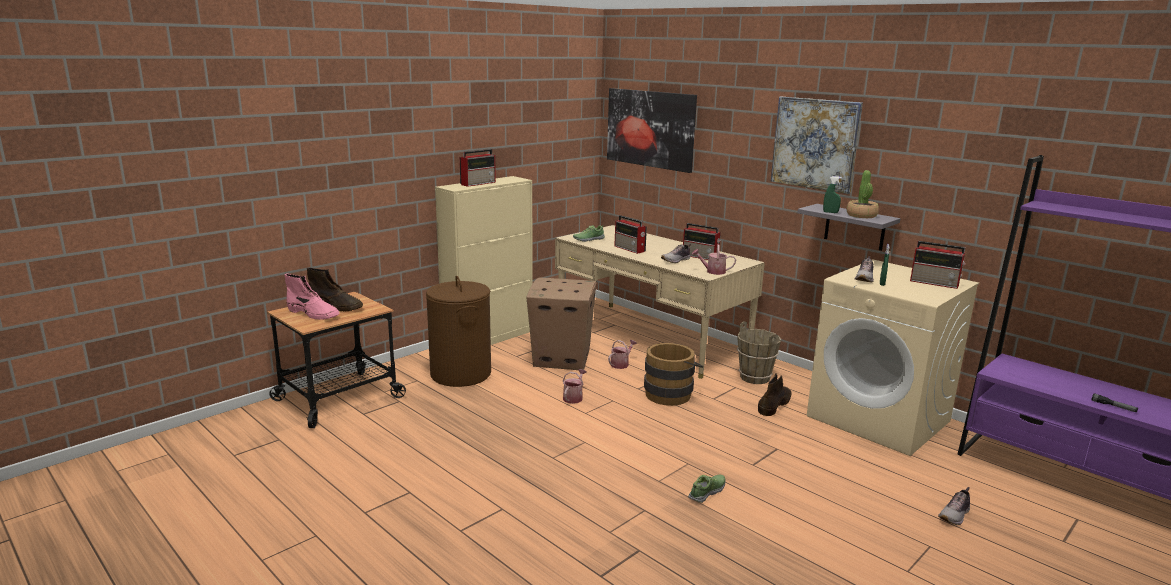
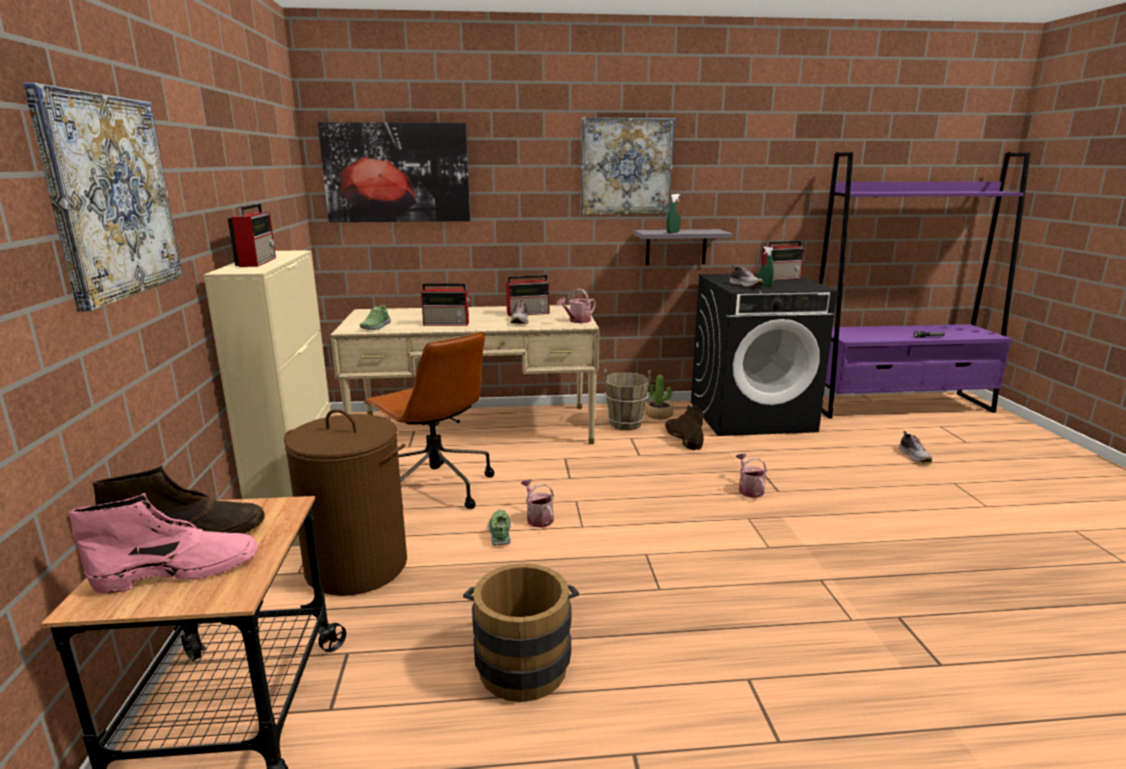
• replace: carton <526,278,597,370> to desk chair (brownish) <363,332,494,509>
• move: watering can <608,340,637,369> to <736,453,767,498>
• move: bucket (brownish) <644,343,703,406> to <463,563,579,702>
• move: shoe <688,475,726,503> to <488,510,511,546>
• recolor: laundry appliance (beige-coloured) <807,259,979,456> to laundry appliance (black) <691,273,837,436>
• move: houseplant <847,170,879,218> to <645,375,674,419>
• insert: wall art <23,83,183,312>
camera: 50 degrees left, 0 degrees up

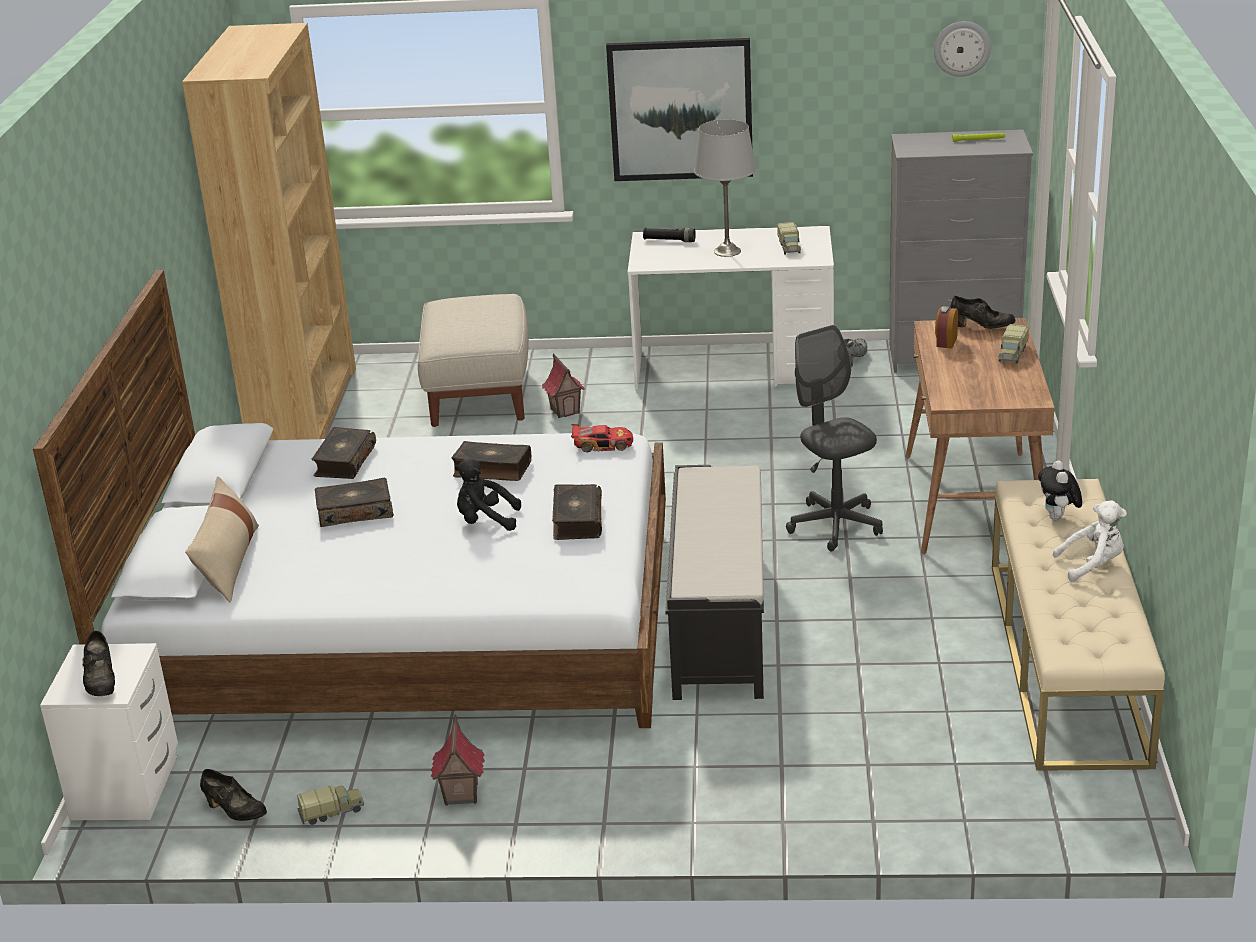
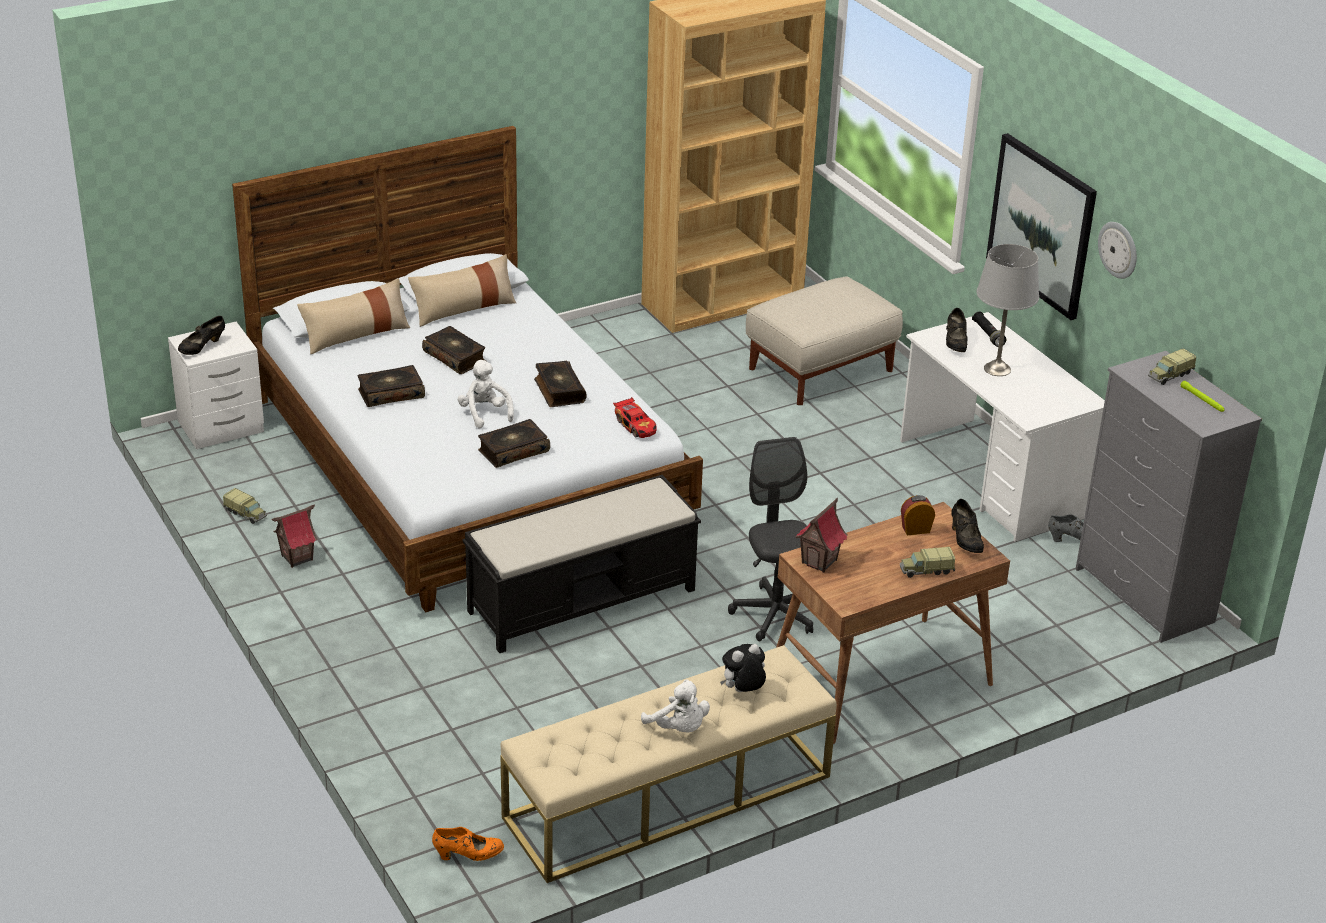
• move: shoe (black) <200,769,267,821> to <946,308,967,352>
• move: bound book <312,427,376,479> to <357,365,425,407>
• recolor: cuddly toy (black) <454,458,521,531> to cuddly toy (whitish) <458,360,514,429>
• move: toy house <542,353,585,418> to <796,498,848,572>
• move: toy lorry <777,222,801,255> to <1148,348,1196,385>
• rotate: desk chair (grey) <786,325,883,551> = <728,437,813,642> 45 degrees counterclockwise
• move: clock on the wall <934,21,991,77> to <1098,222,1137,279>
• insert: throw pillow (beige-coloured) <408,254,516,327>
• insert: shoe (orangey) <432,827,504,861>
camera: 55 degrees right, 5 degrees up

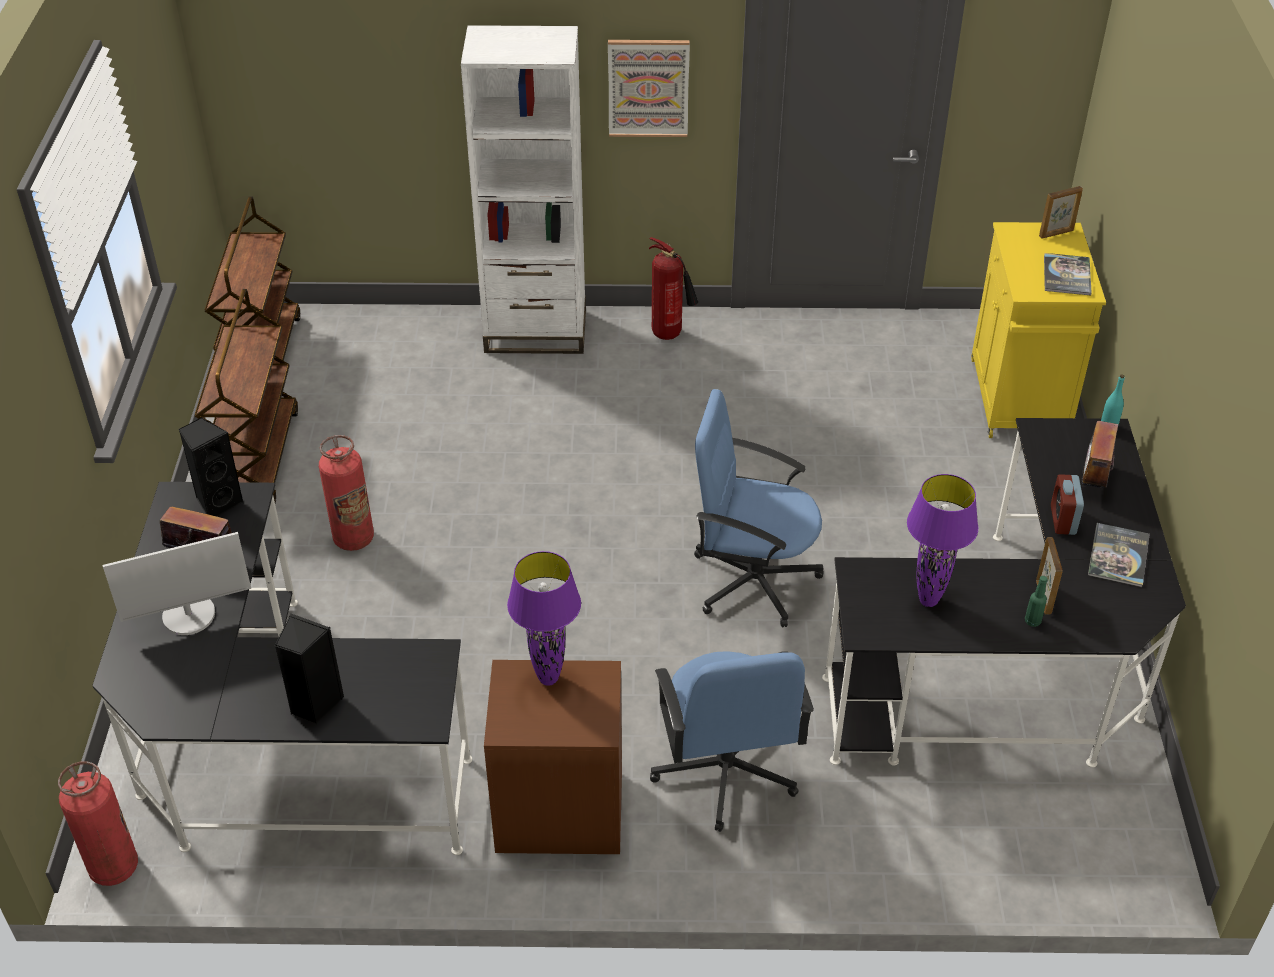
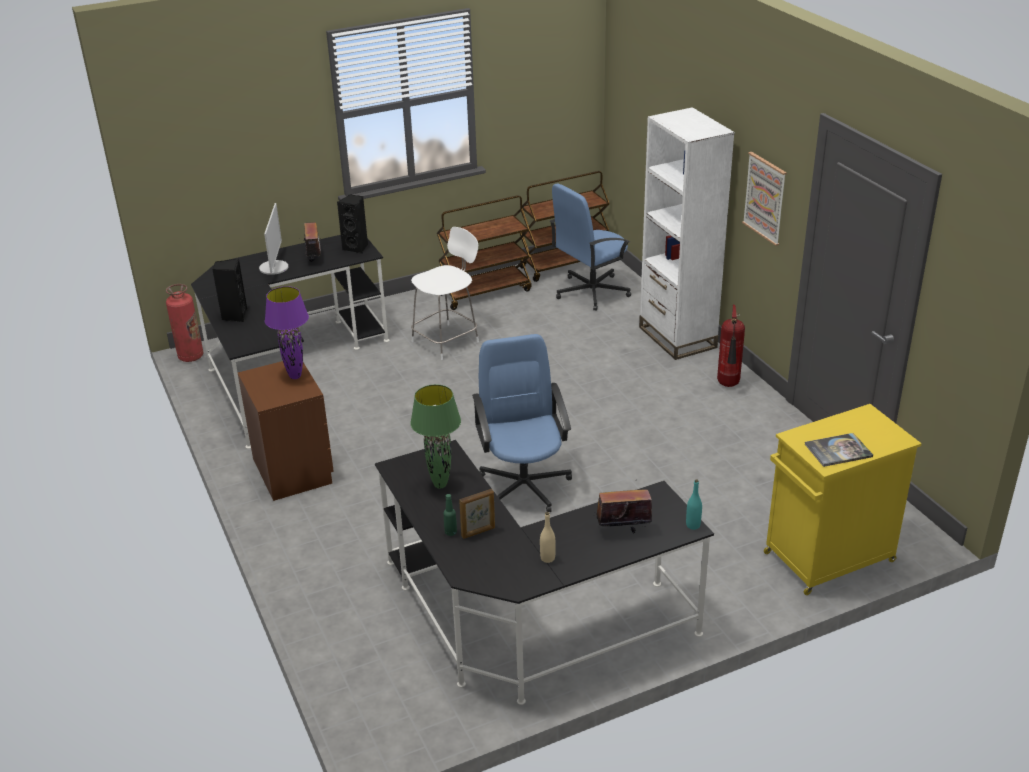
• rotate: monitor <103,532,251,635> = <259,203,288,275> 135 degrees counterclockwise
• replace: fire-fighting cylinder <319,435,374,551> to chair (whitish) <411,227,479,360>
• move: desk chair (blue) <650,651,814,832> to <550,184,631,311>
• recolor: lamp for a table (purple) <907,474,978,607> to lamp for a table (greenish) <410,384,461,489>
• delete: picture frame <1039,186,1083,239>
• delete: table clock <1051,474,1084,535>
• replace: bound book <1088,523,1150,587> to beverage bottle (beige-coloured) <540,512,556,563>
camera: 65 degrees right, 10 degrees down

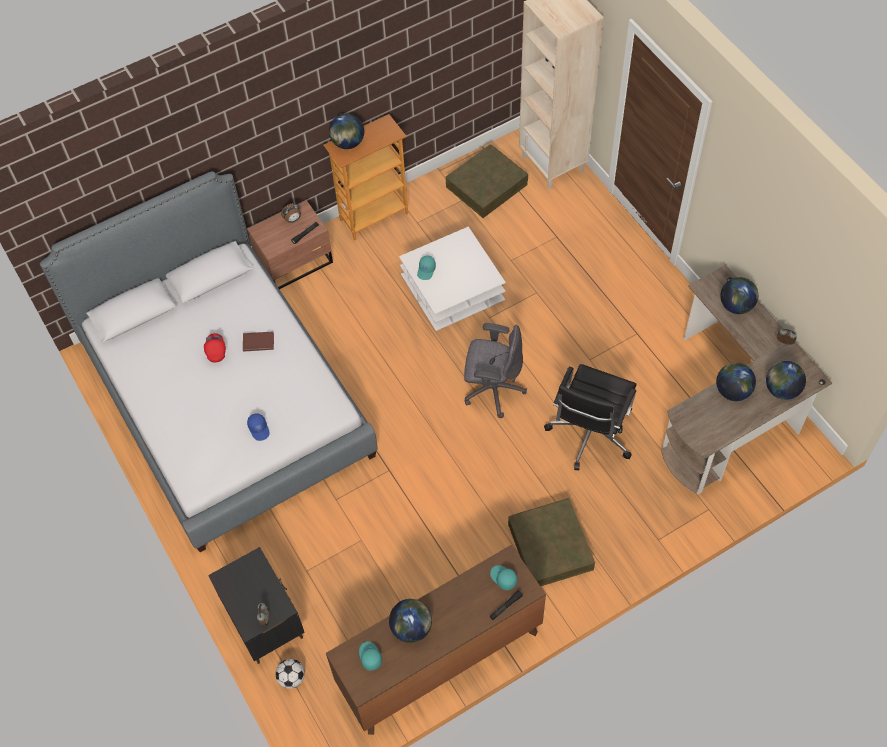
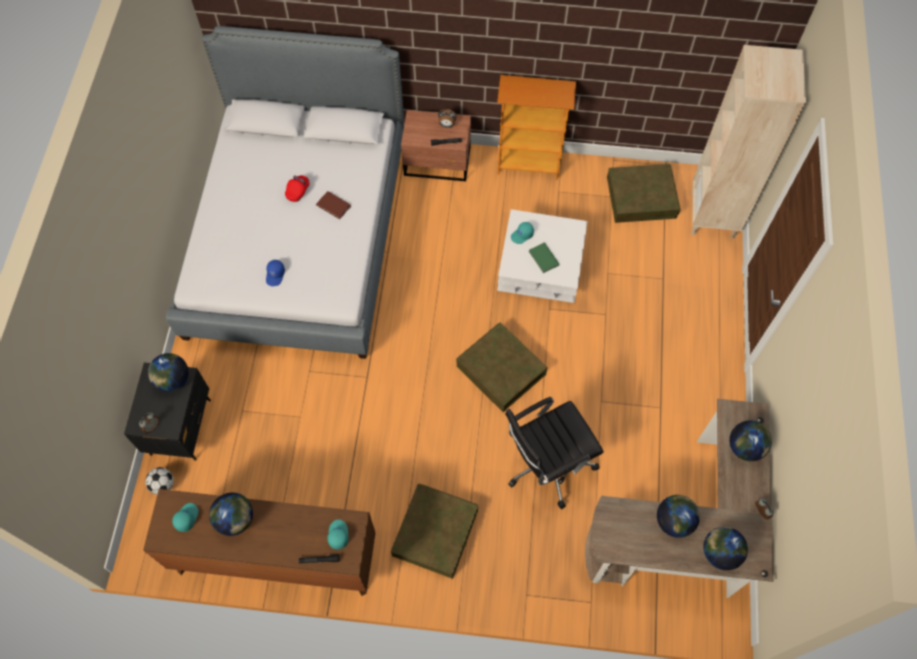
• move: world globe <329,113,364,149> to <148,353,188,392>
• replace: desk chair (grey) <464,323,527,418> to storage box (brownish) <456,323,548,412>
• insert: bound book (greenish) <529,242,560,273>
camera: 35 degrees right, 5 degrees up

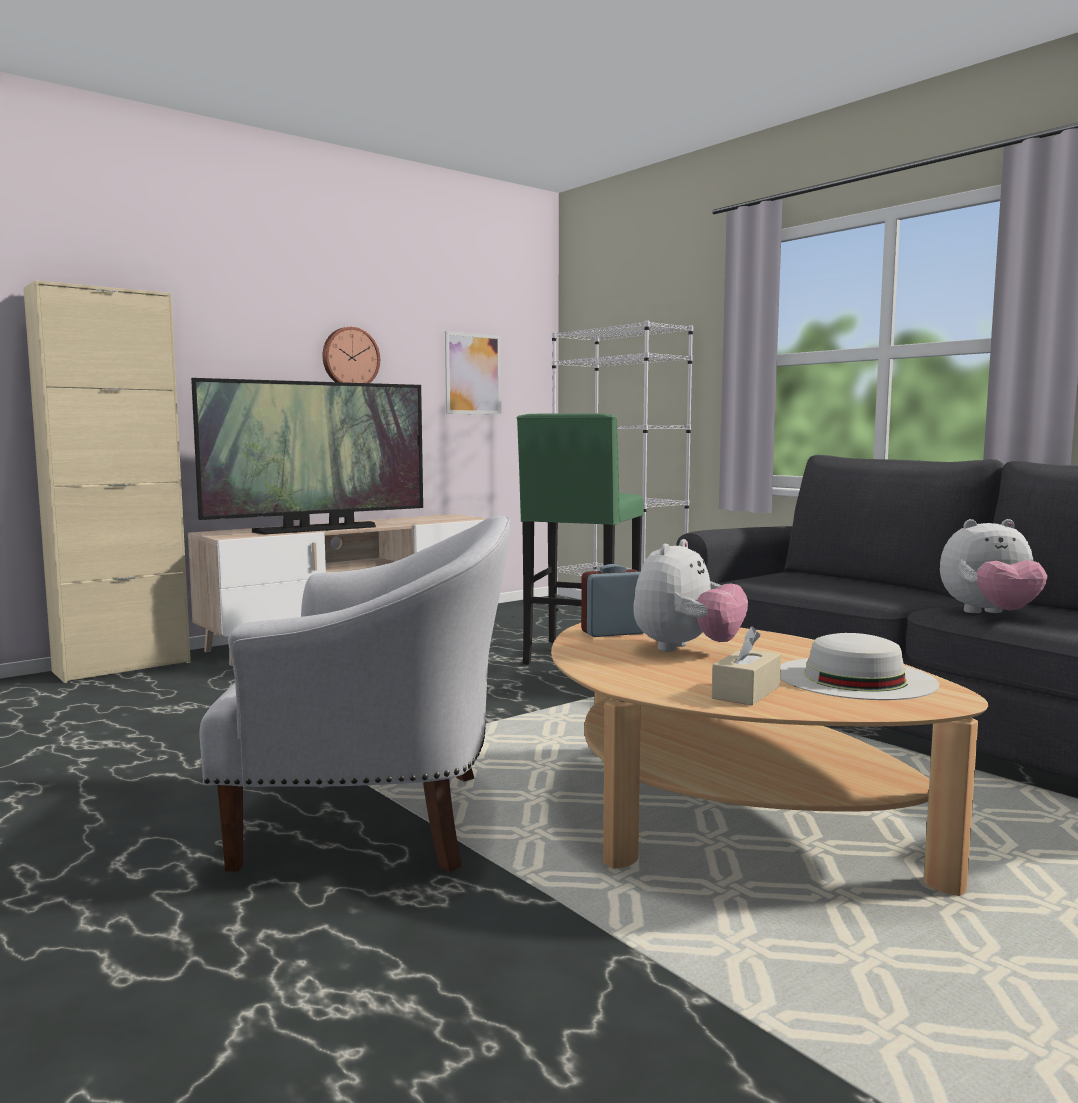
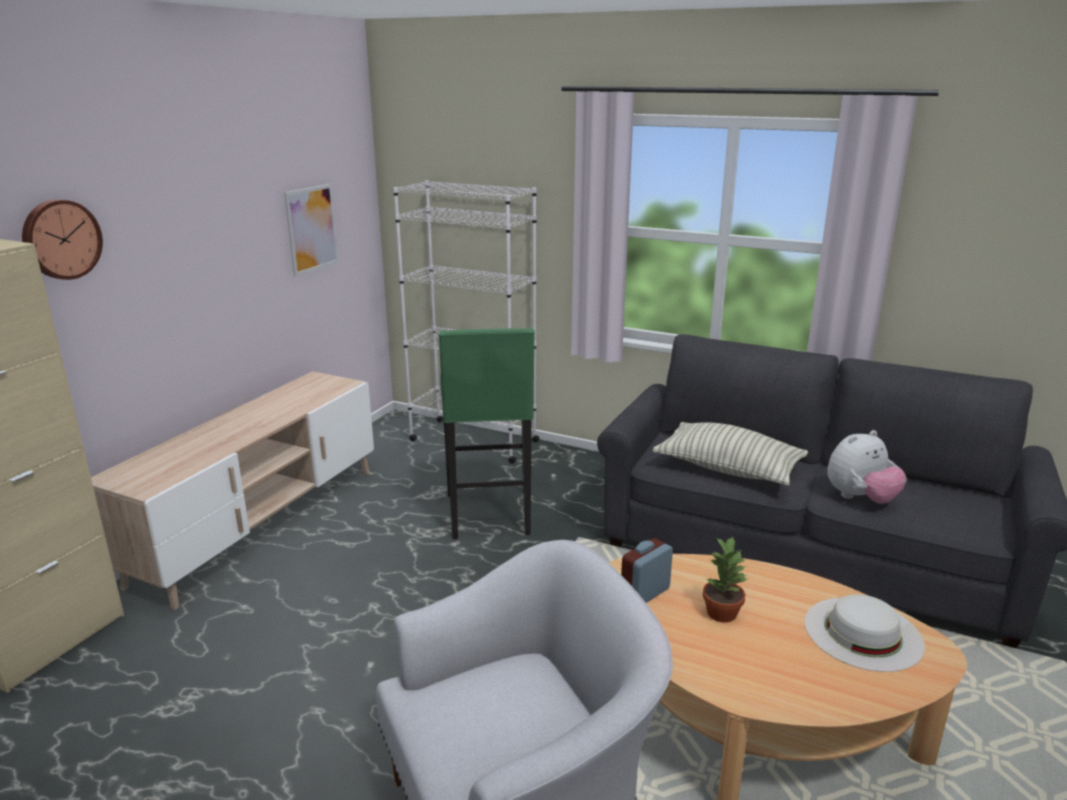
• delete: TV set <191,378,423,534>
• move: clock on the wall <322,327,380,383> to <22,199,103,280>
• replace: cuddly toy <633,539,748,652> to houseplant <703,537,748,622>
• delete: tissue box (beige-coloured) <712,626,781,706>
• insert: throw pillow <652,422,808,486>
camera: 25 degrees left, 15 degrees up

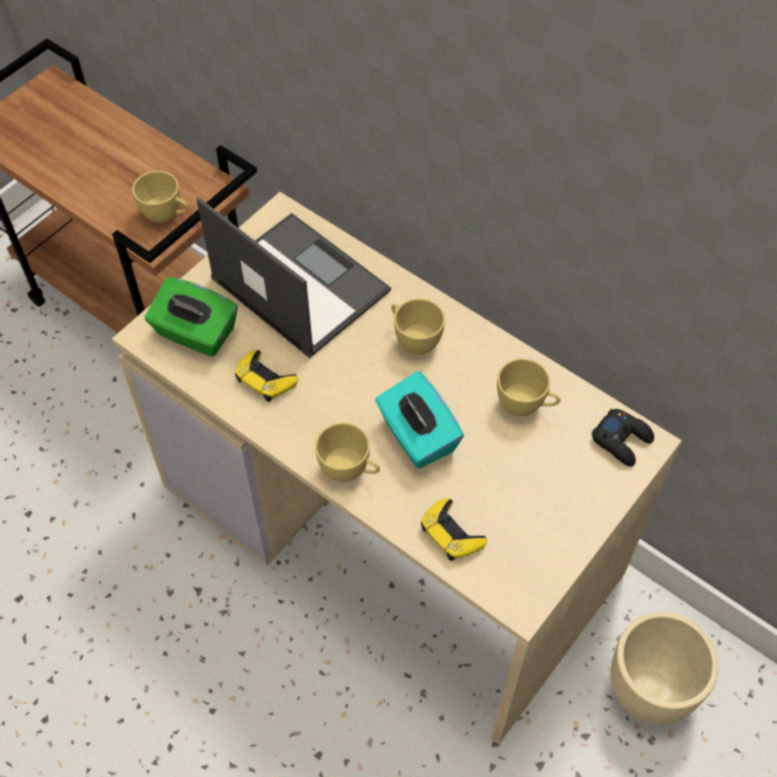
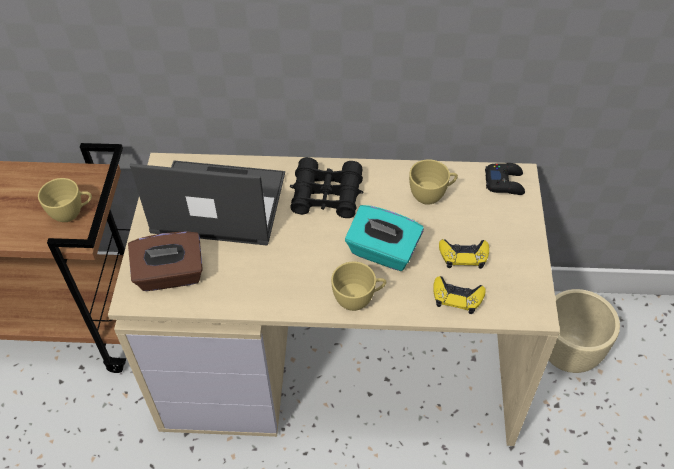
• recolor: tissue box (greenish) <145,277,238,357> to tissue box (brownish) <128,231,203,291>
• move: game controller (yellowish) <235,350,298,402> to <439,239,489,269>
• replace: drinking cup (yellowish) <391,298,445,355> to field glasses (black) <290,157,363,218>
camera: 35 degrees left, 5 degrees down

